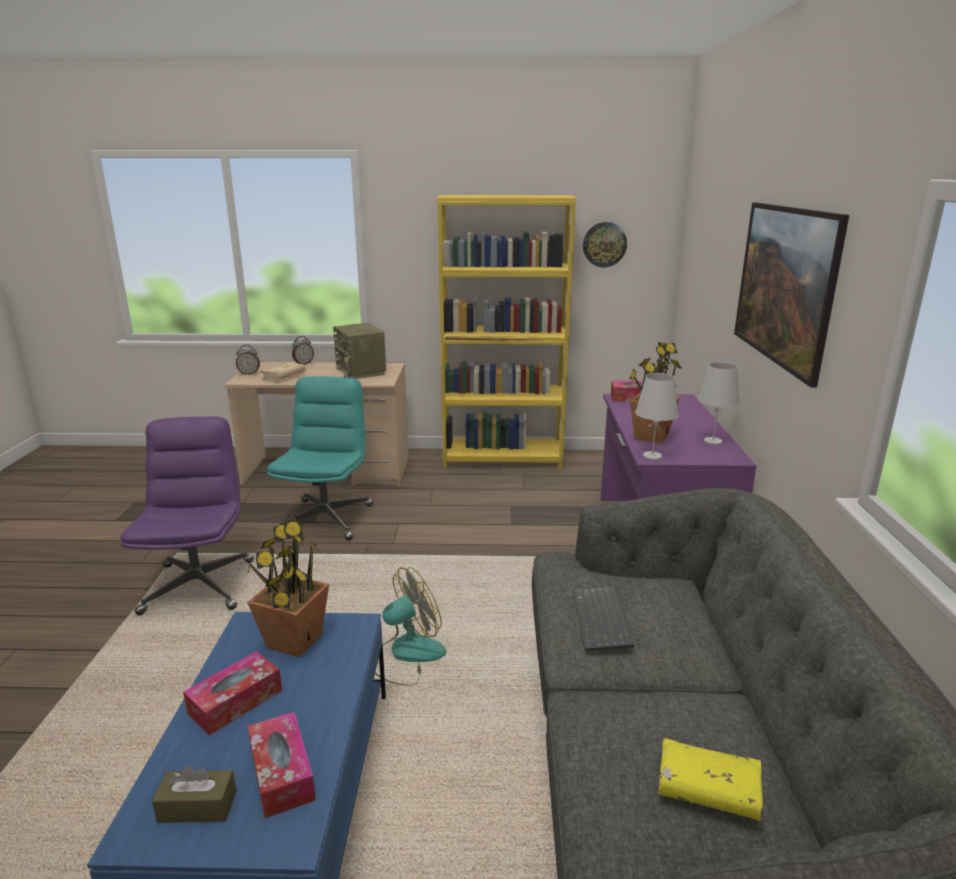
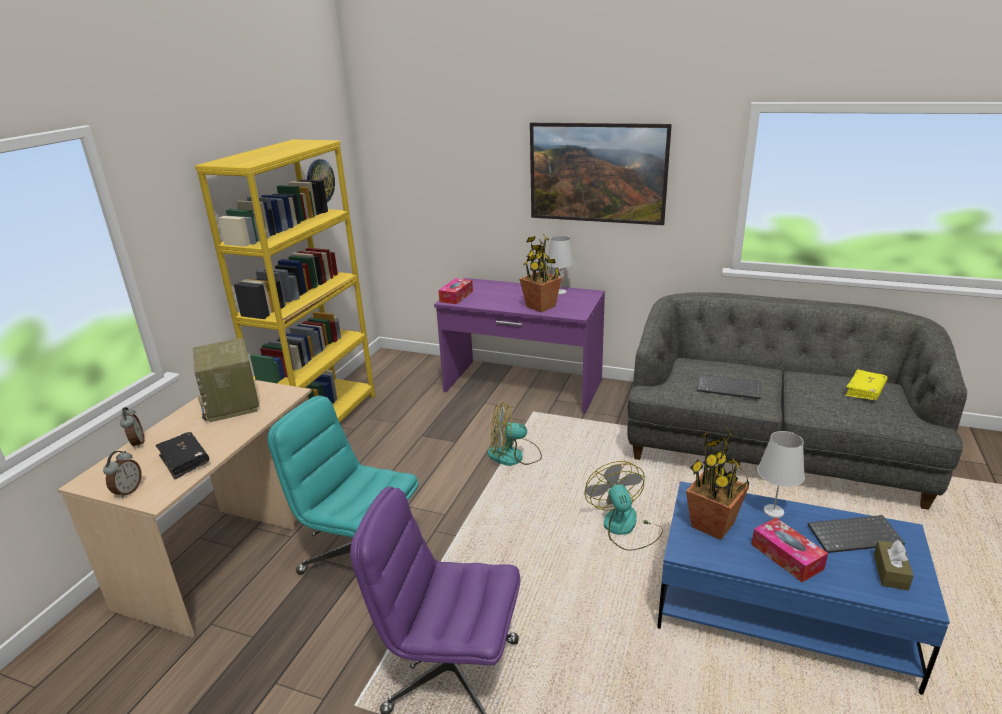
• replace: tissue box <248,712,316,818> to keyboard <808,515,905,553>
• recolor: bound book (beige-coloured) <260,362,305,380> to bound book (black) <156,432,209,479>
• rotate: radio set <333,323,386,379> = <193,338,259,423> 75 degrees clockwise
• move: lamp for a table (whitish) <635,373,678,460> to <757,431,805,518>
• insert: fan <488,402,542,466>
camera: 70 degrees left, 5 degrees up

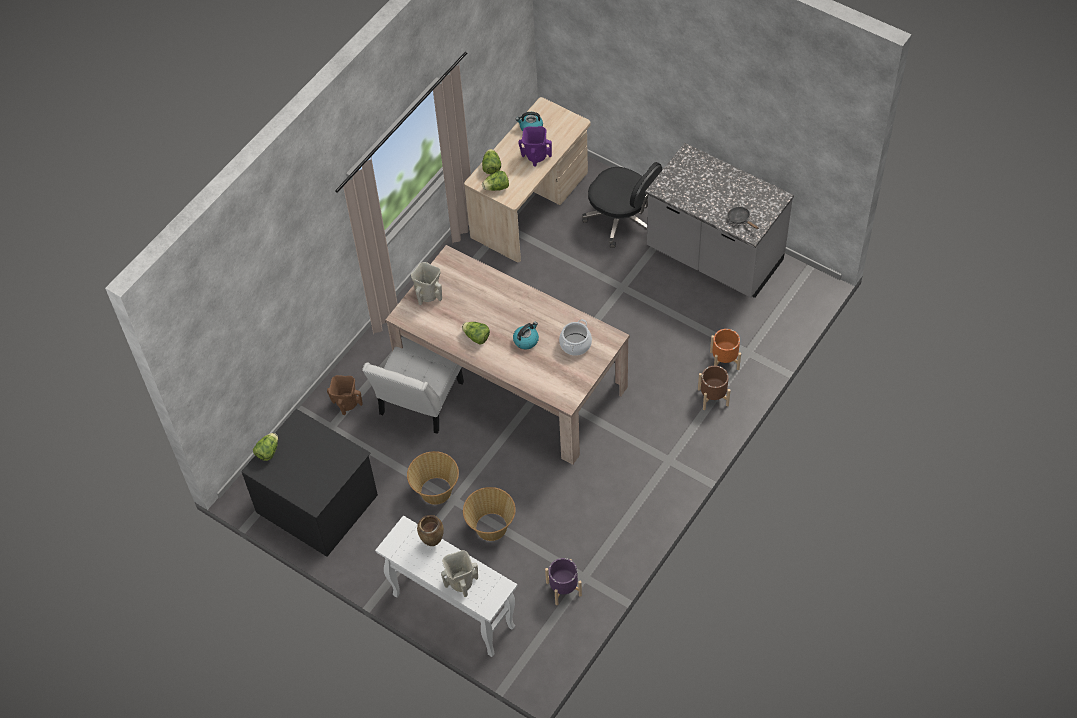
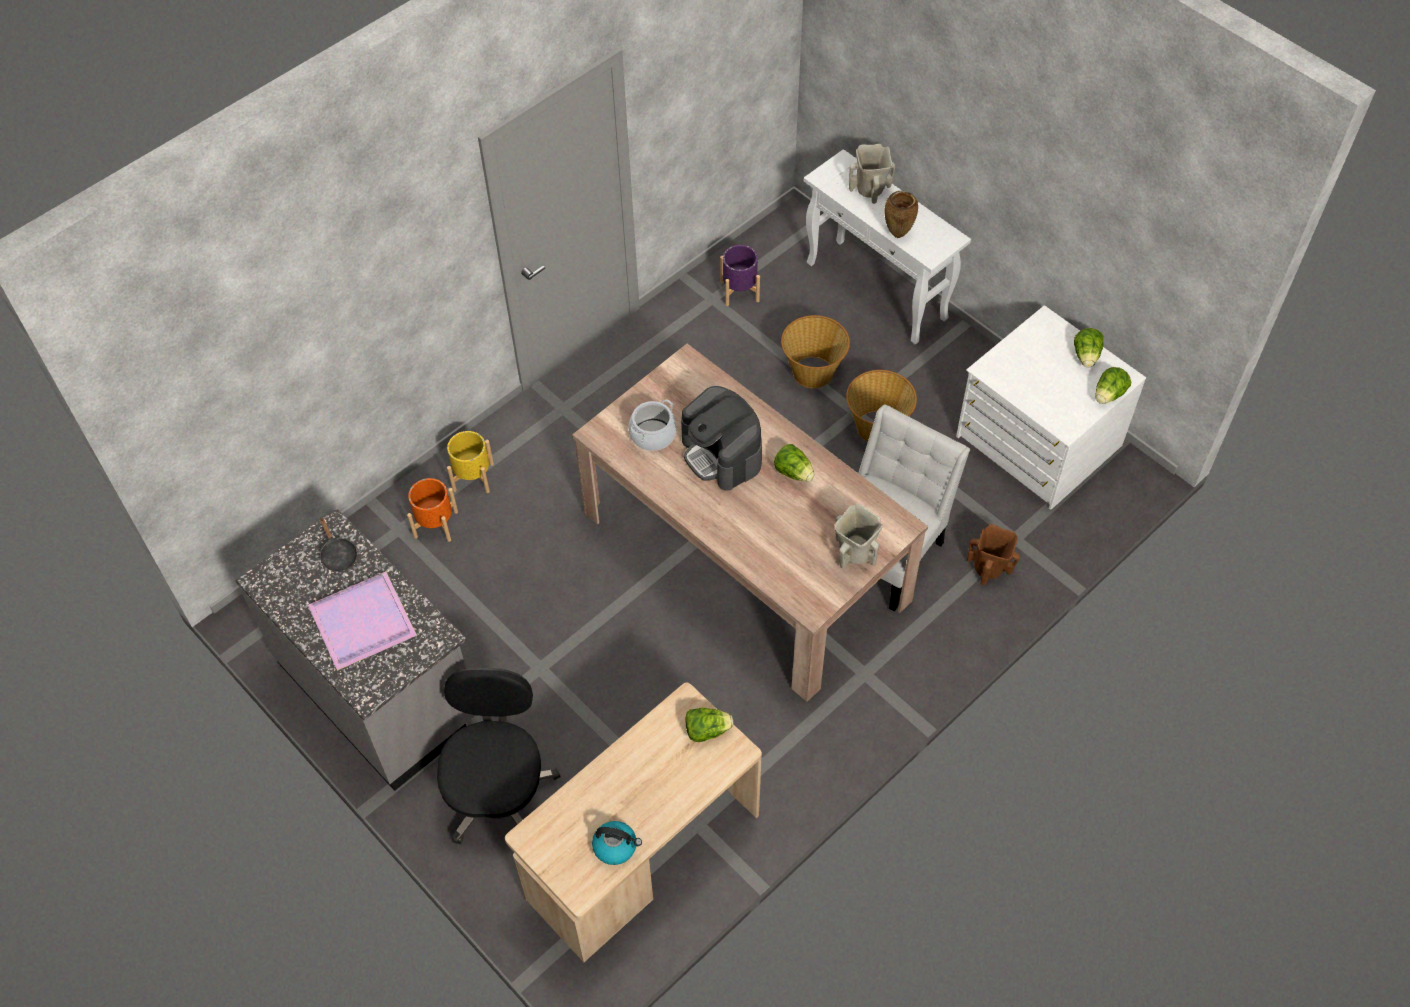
• recolor: dresser (black) <241,409,378,556> to dresser (whitish) <956,305,1146,510>
• move: lettuce head <482,149,501,174> to <1074,328,1104,368>
• replace: tea kettle <513,322,539,349> to coffee brewer <681,386,762,491>
• delete: vase (purple) <518,126,552,167>
• rotate: desk chair (black) <582,162,662,248> = <437,668,561,844> 45 degrees clockwise
• recolor: planter (brownish) <698,366,730,410> to planter (yellowish) <447,431,494,493>
• insert: tray (purple) <308,572,417,671>
camera: 170 degrees left, 0 degrees up

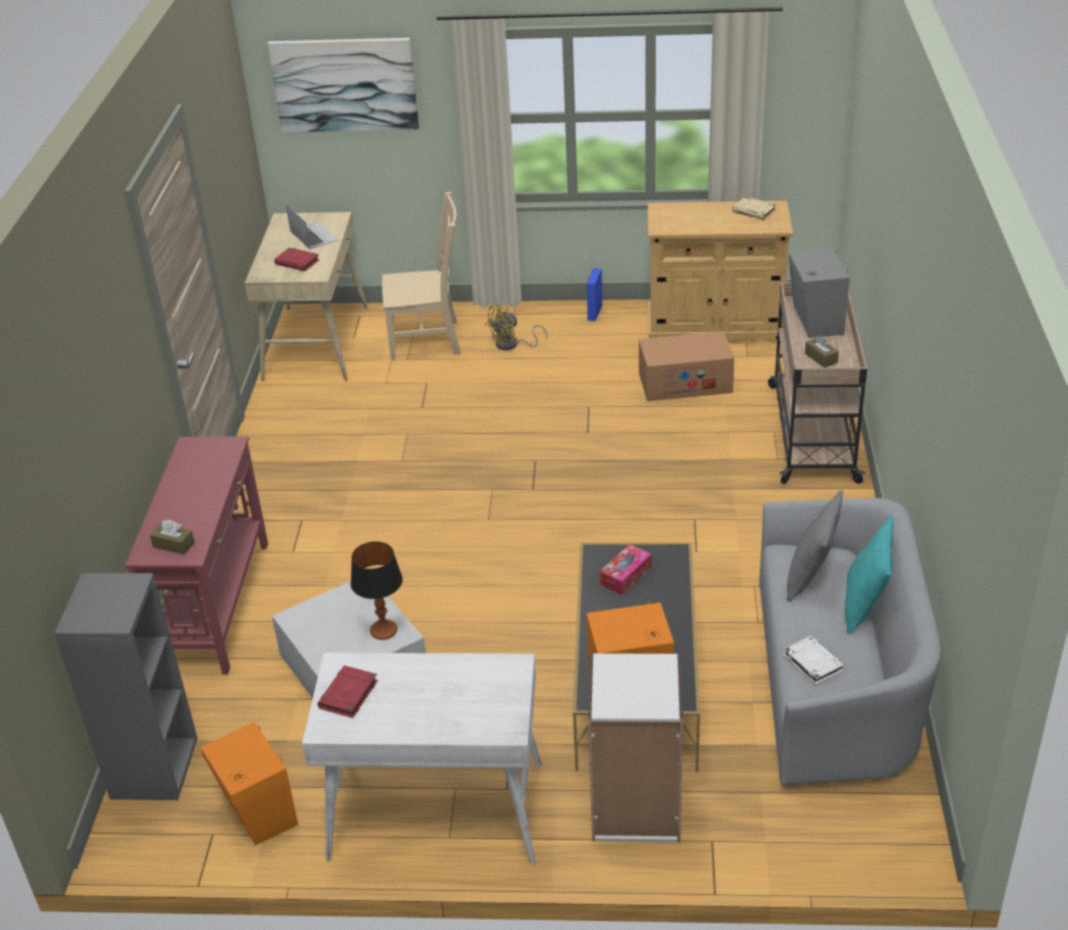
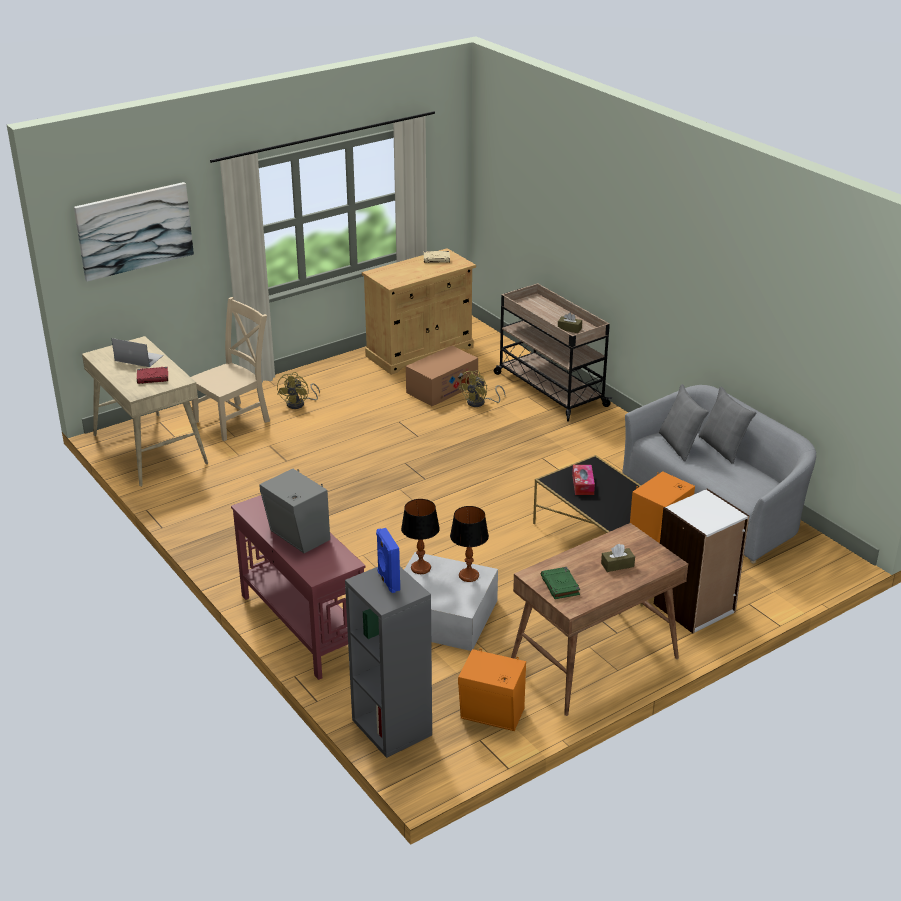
• move: tissue box (brownish) <150,520,195,555> to <601,544,635,572>
• recolor: desk unit (whitish) <302,653,542,864> to desk unit (brownish) <511,523,688,716>
• recolor: bound book (red-coloured) <317,665,378,718> to bound book (greenish) <541,567,580,599>
• move: loudspeaker (blue) <586,268,602,321> to <376,528,400,593>
• delete: bound book (whitish) <784,636,845,685>
• move: loudspeaker (grey) <789,249,850,338> to <259,469,330,553>
• recolor: throw pillow (turquoise-coloured) <845,515,893,634> to throw pillow (grey) <698,386,756,464>
• insert: lamp for a table <401,499,440,574>
• insert: fan (yellowish) <458,370,505,407>
camera: 40 degrees left, 5 degrees down

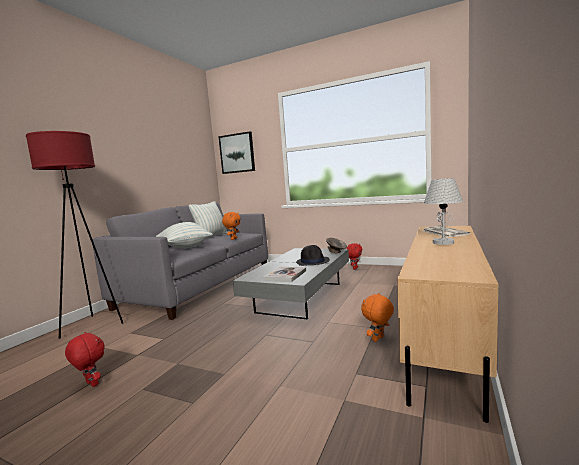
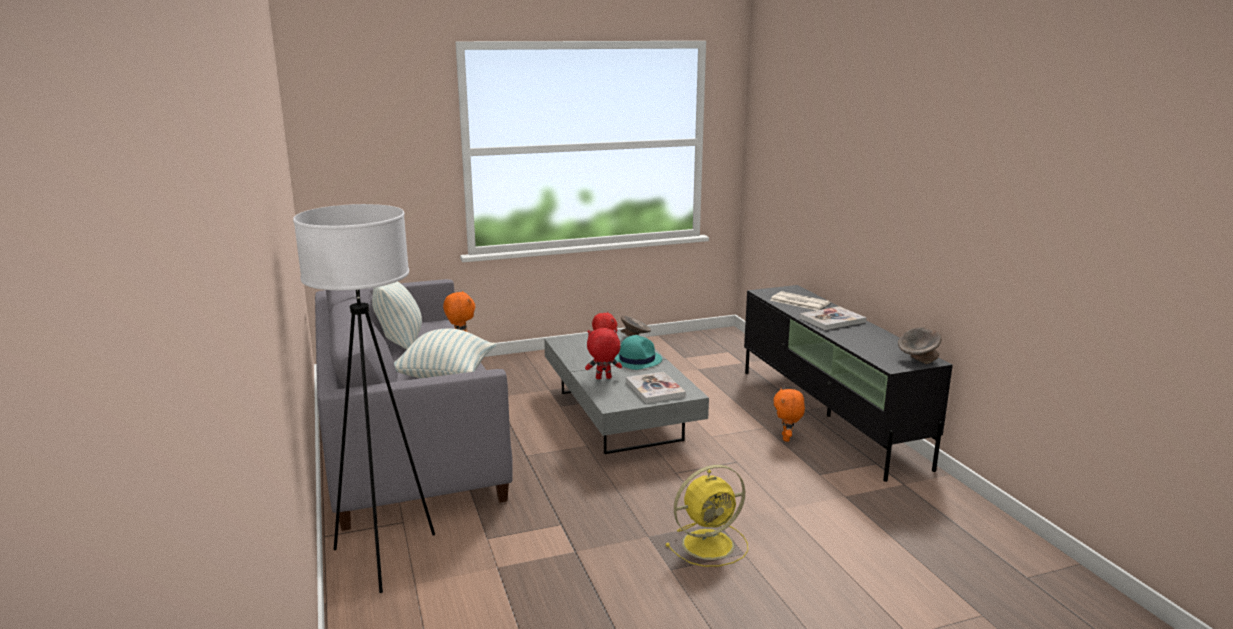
• recolor: floor lamp (red-coloured) <26,131,123,339> to floor lamp (whitish) <293,204,435,593>
• move: cuddly toy (red-coloured) <65,332,105,387> to <585,328,622,379>
• delete: wall art <218,131,255,174>
• recolor: wearable hat (black) <296,245,330,266> to wearable hat (turquoise-coloured) <614,335,662,370>
• recolor: tv unit (beige-coloured) <397,226,498,423> to tv unit (black) <744,285,953,482>
• replace: lamp for a table (whitish) <424,178,463,245> to bound book <800,306,866,330>
• insert: fan (yellowish) <665,465,748,567>
• insert: bowl (grey) <898,327,942,364>
camera: 45 degrees left, 10 degrees up

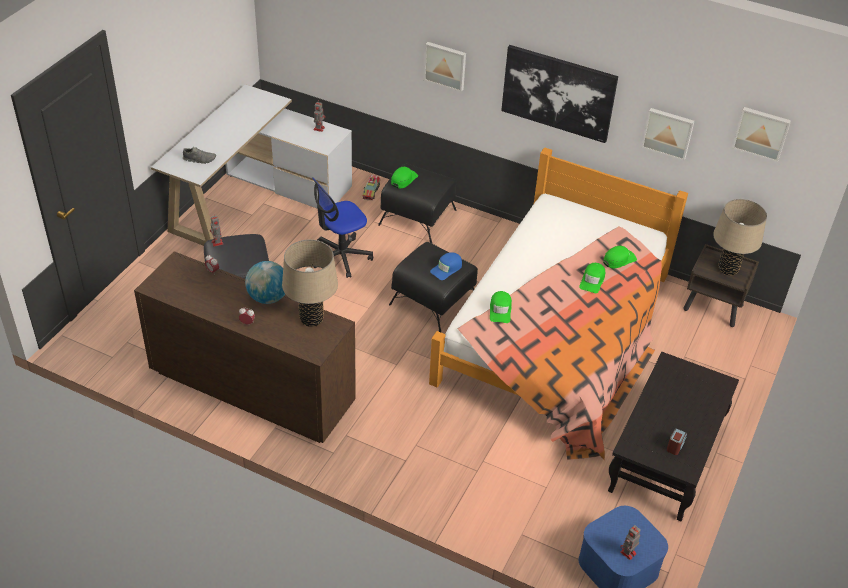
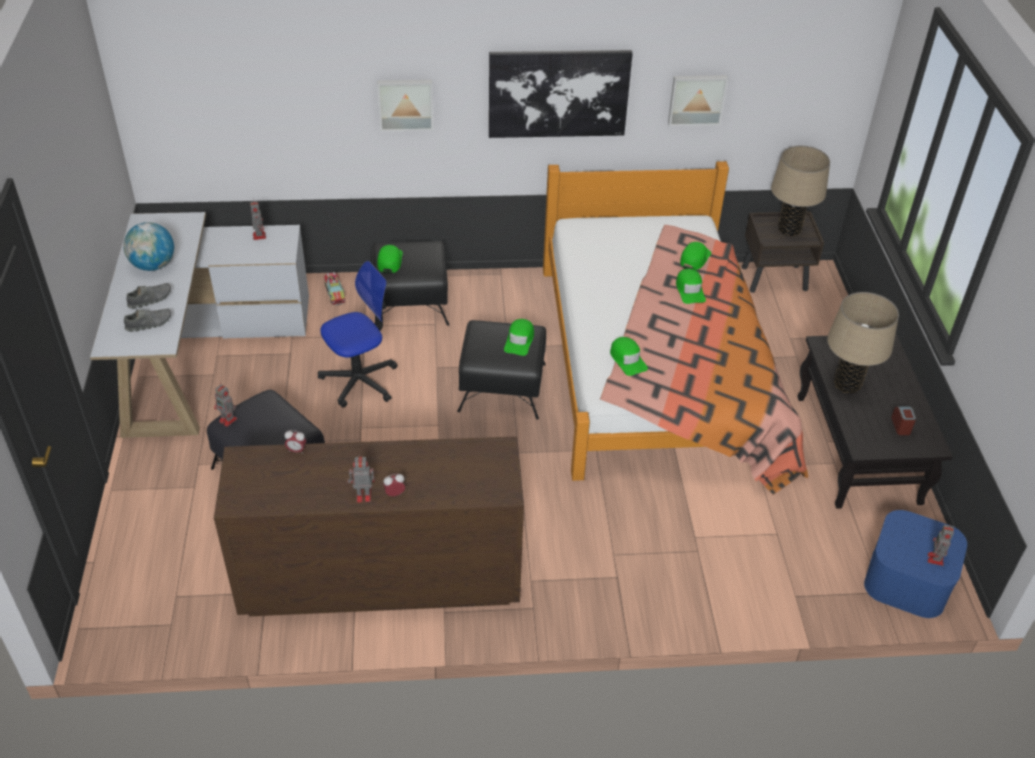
• move: world globe <245,261,285,304> to <123,222,174,271>
• move: lamp for a table (beige-coloured) <282,240,338,327> to <827,292,899,393>
• rotate: desk chair <312,177,373,278> = <318,261,398,408> 150 degrees counterclockwise
• recolor: baseball cap (blue) <430,252,462,280> to baseball cap (greenish) <504,319,534,356>
• delete: wall art <732,107,791,162>
• insert: shoe (grey) <126,283,171,309>
• insert: model robot <347,455,375,502>
camera: 30 degrees left, 0 degrees up

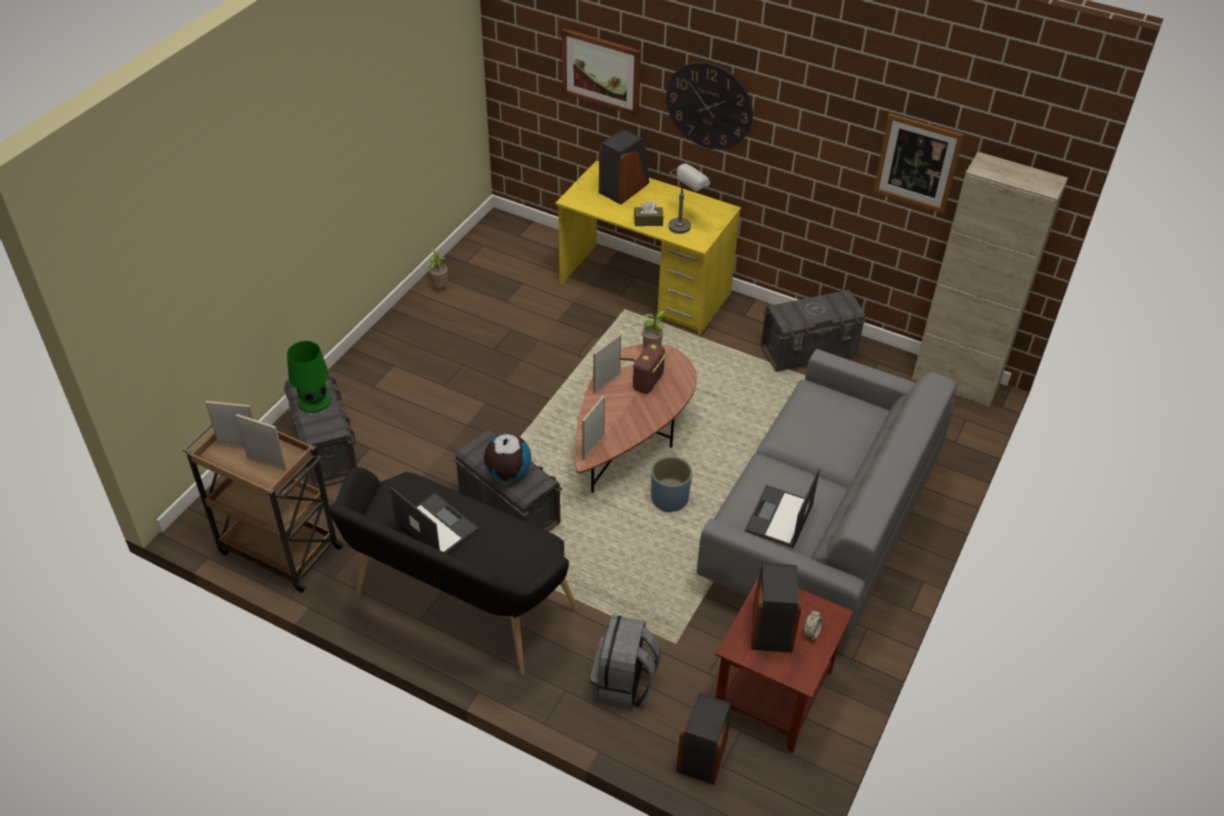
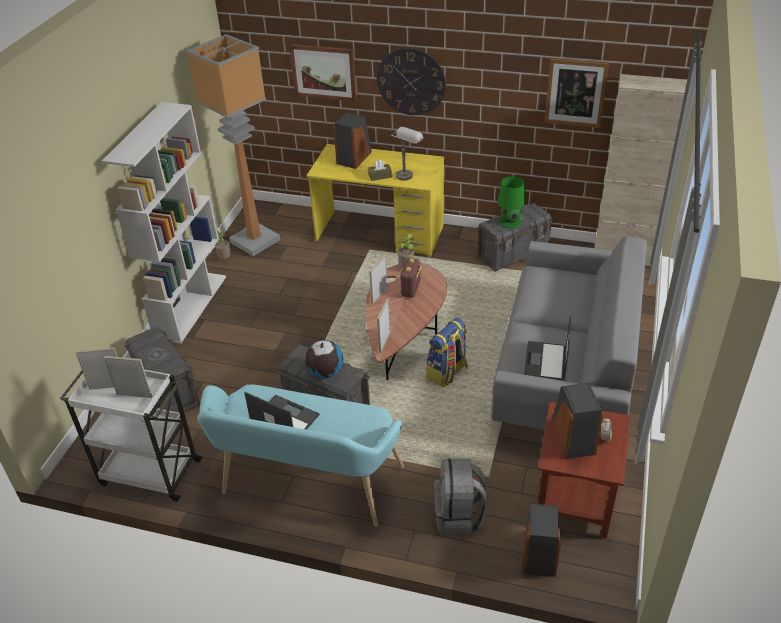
• recolor: wheeled cart (brownish) <183,423,345,593> to wheeled cart (whitish) <60,370,203,502>
• move: lamp for a table (greenish) <287,341,331,413> to <498,176,525,229>
• recolor: long seat (black) <328,467,578,675> to long seat (turquoise-coloured) <197,385,404,527>
• replace: planter (blue) <651,456,692,512> to rucksack <426,318,468,387>
• insert: shelving unit (whitish) <102,102,226,344>
• insert: floor lamp <186,34,280,256>
camera: 10 degrees left, 5 degrees down

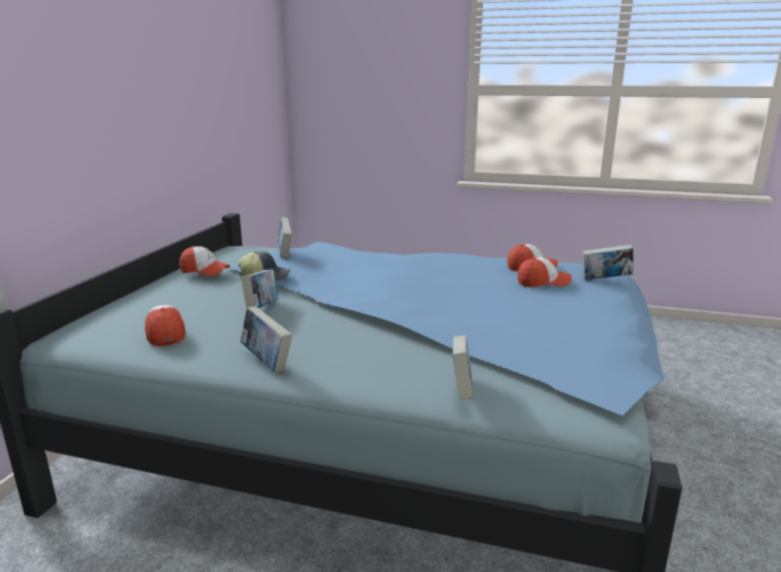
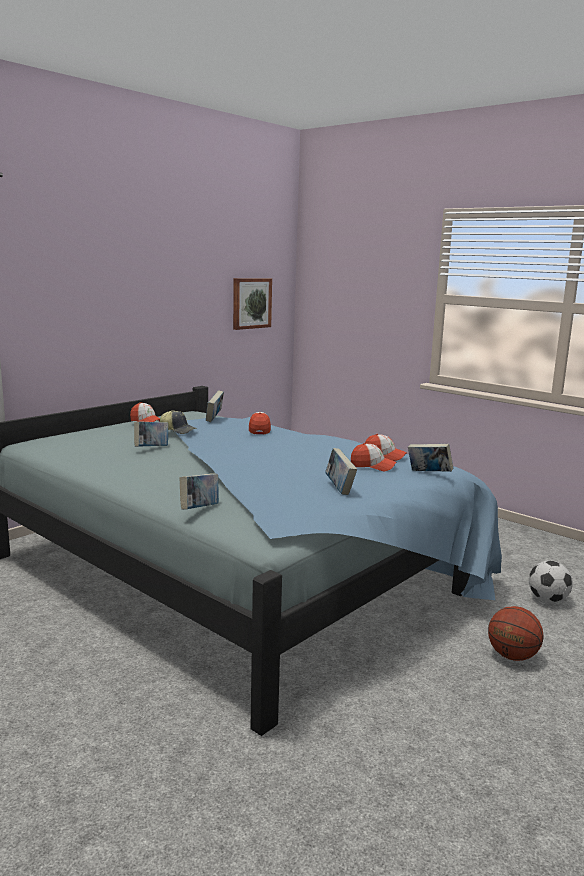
• move: baseball cap <145,305,186,346> to <249,412,271,434>
• move: bound book <240,306,292,372> to <325,448,357,495>
• insert: wall art <233,278,272,330>
• insert: basketball ball <488,606,544,661>
• insert: football ball <529,561,573,603>
camera: 25 degrees right, 5 degrees down

